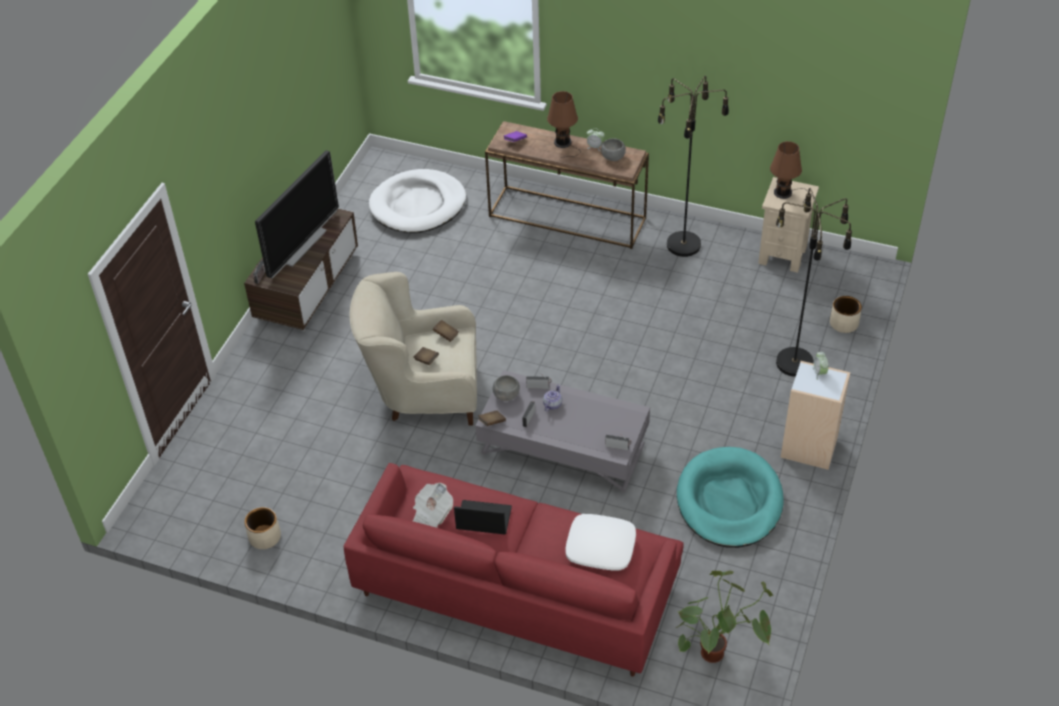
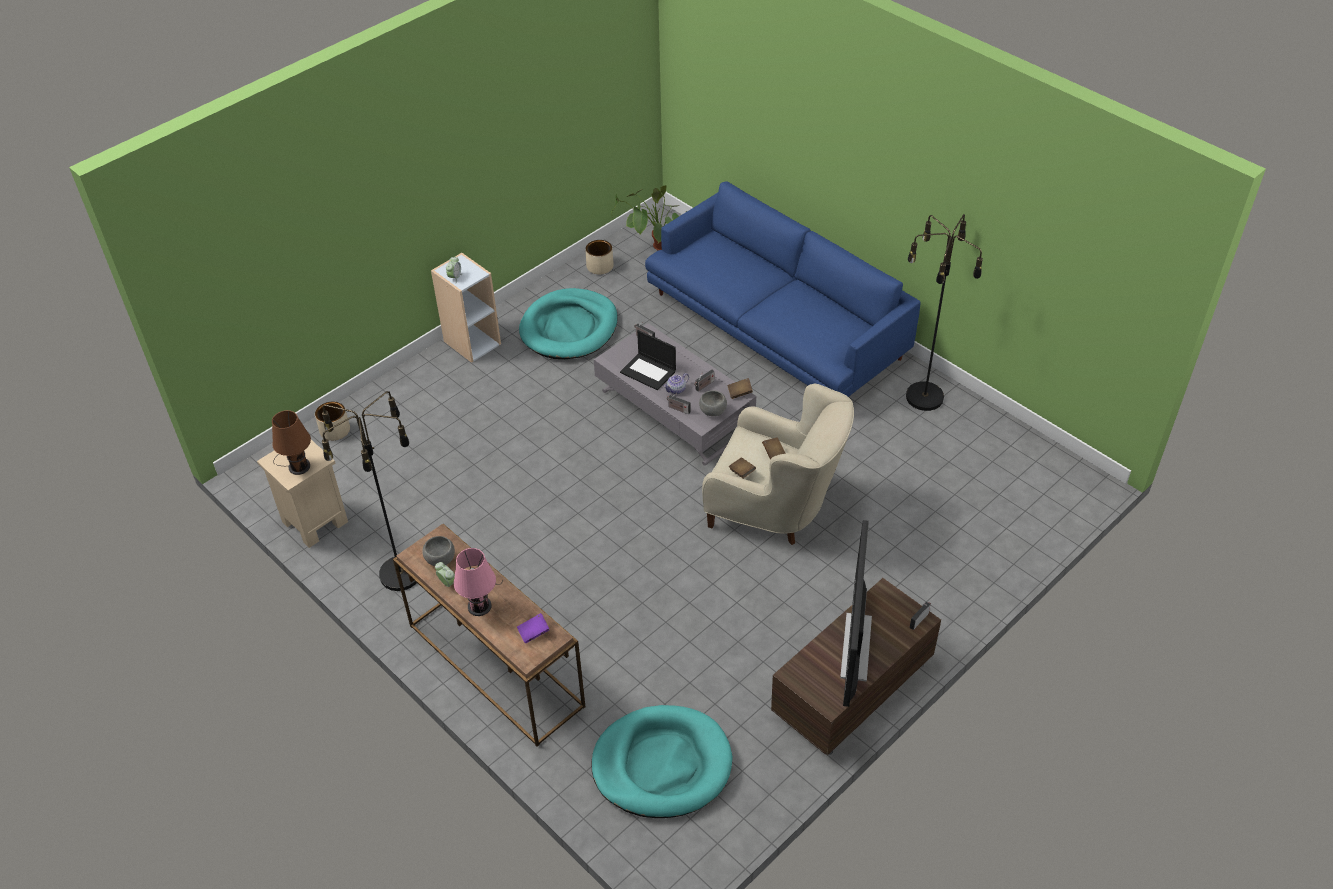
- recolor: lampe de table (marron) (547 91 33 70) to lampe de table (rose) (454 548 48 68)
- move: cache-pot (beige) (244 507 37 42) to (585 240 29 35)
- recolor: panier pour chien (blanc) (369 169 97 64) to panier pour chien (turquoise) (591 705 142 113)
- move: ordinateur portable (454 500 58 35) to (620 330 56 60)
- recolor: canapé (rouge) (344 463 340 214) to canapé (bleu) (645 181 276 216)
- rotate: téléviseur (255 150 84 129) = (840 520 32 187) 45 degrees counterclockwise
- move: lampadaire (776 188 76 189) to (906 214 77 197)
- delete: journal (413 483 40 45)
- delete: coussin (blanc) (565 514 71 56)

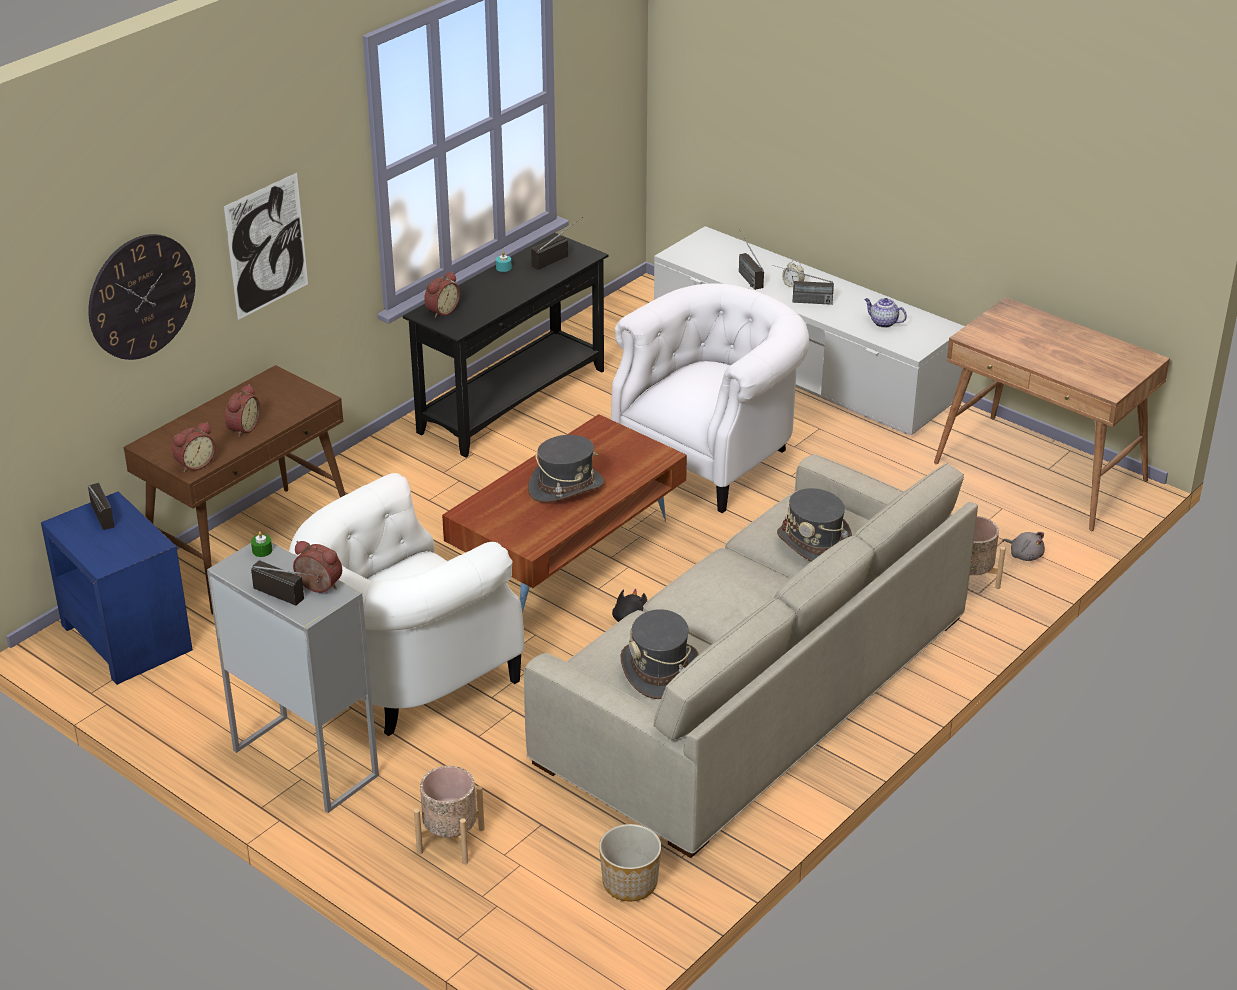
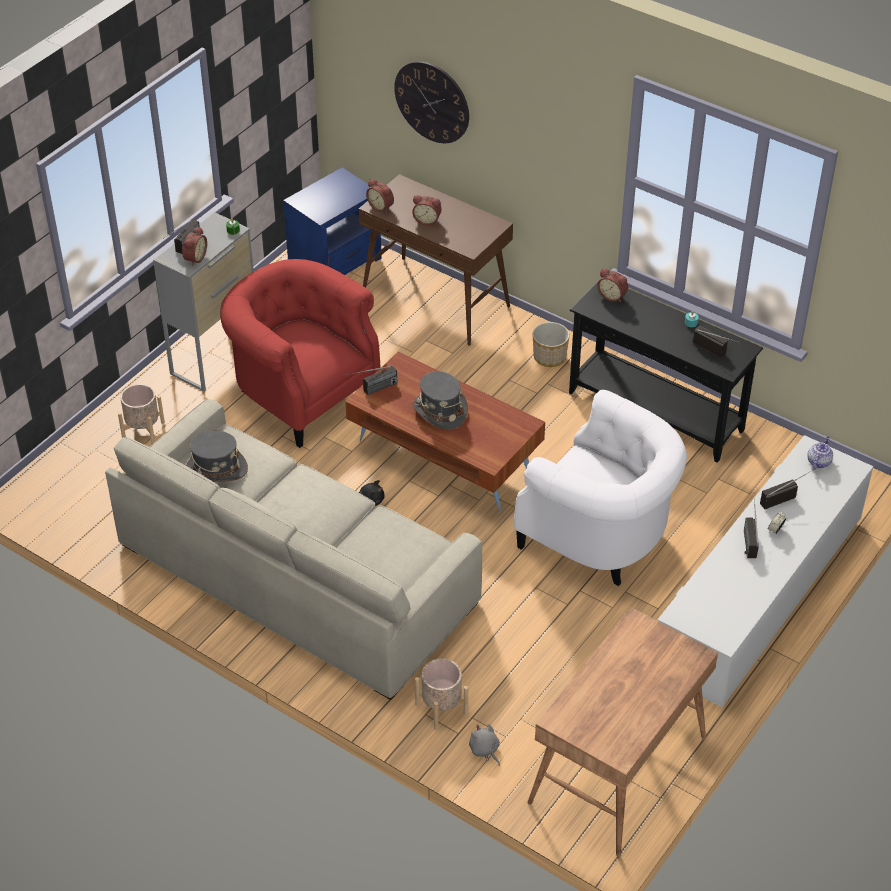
- recolor: fauteuil (blanc) (289 473 235 263) to fauteuil (rouge) (220 259 160 189)
- move: radio (88 483 26 47) to (346 366 51 29)
- rotate: peluche (gris) (1003 532 42 29) = (469 724 31 42) 105 degrees clockwise
- move: cache-pot (599 824 62 77) to (533 322 37 45)
- move: théière (864 298 43 30) to (807 436 26 34)
- delete: tableau (224 173 84 147)
- delete: chapeau (gris) (777 488 75 74)

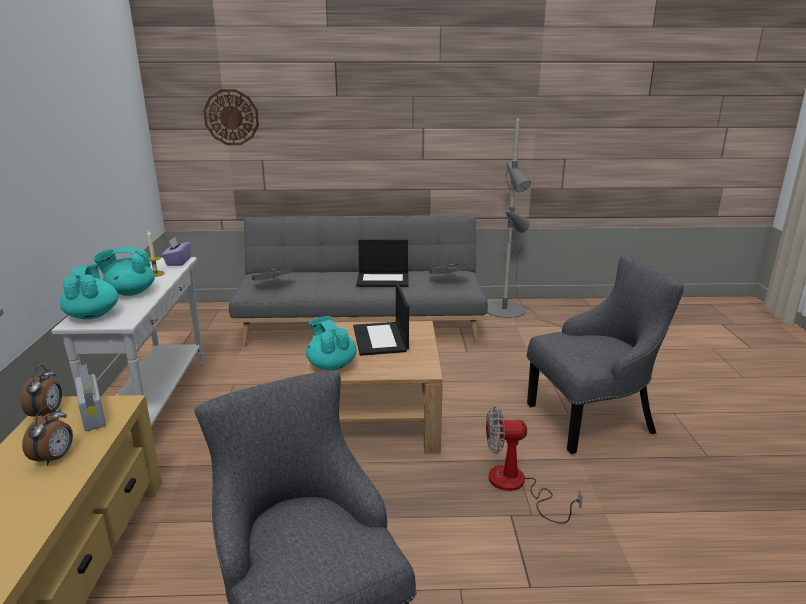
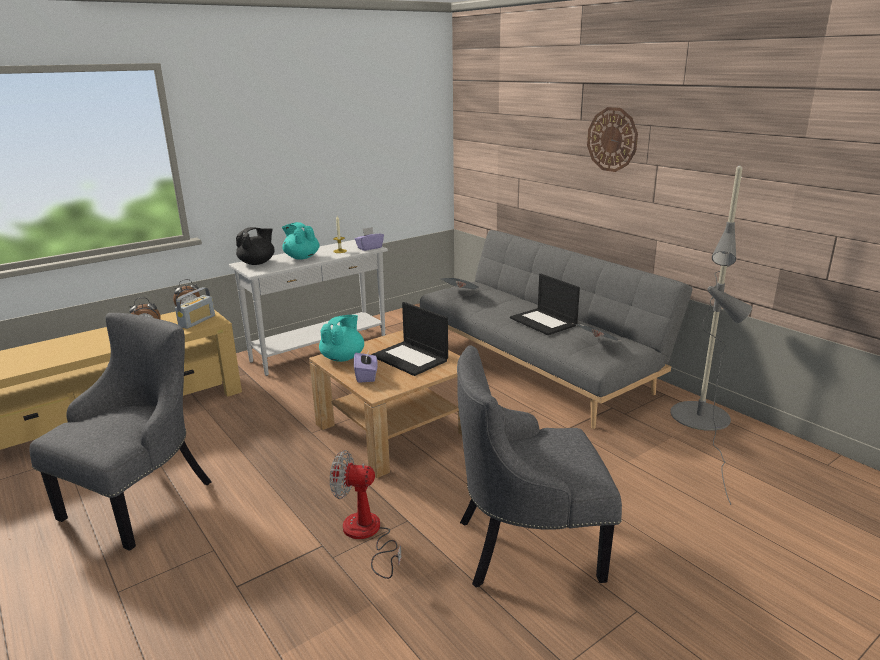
- recolor: théière (turquoise) (60 264 58 55) to théière (noir) (236 227 39 38)
- rotate: ventilateur (486 407 97 117) = (330 450 71 129) 45 degrees counterclockwise
- insert: boîte à mouchoirs (violet) (354 350 23 33)
- rotate: ordinateur portable (353 282 56 74) = (371 302 77 74) 90 degrees counterclockwise
- rotate: fauteuil (gris) (526 254 158 200) = (457 345 165 243) 135 degrees clockwise
- move: horloge murale (203 89 56 56) to (587 107 51 65)

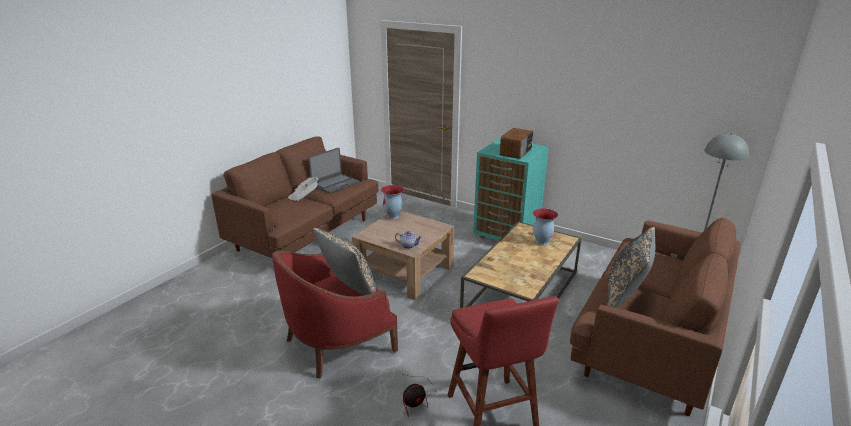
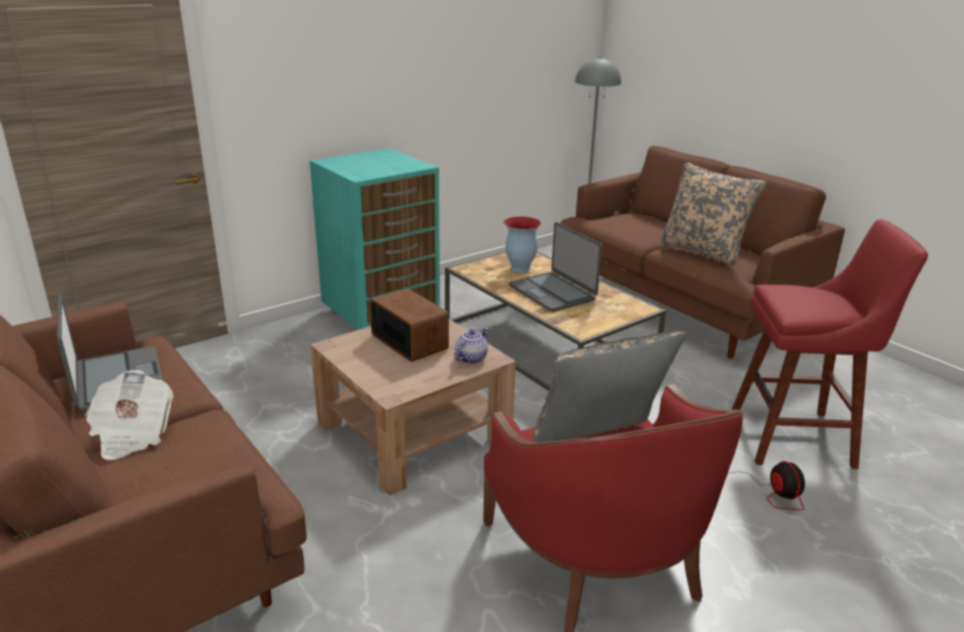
- move: radio (500 128 33 31) to (370 288 79 74)
- insert: ordinateur portable (509 222 93 90)
- delete: vase (381 185 23 35)

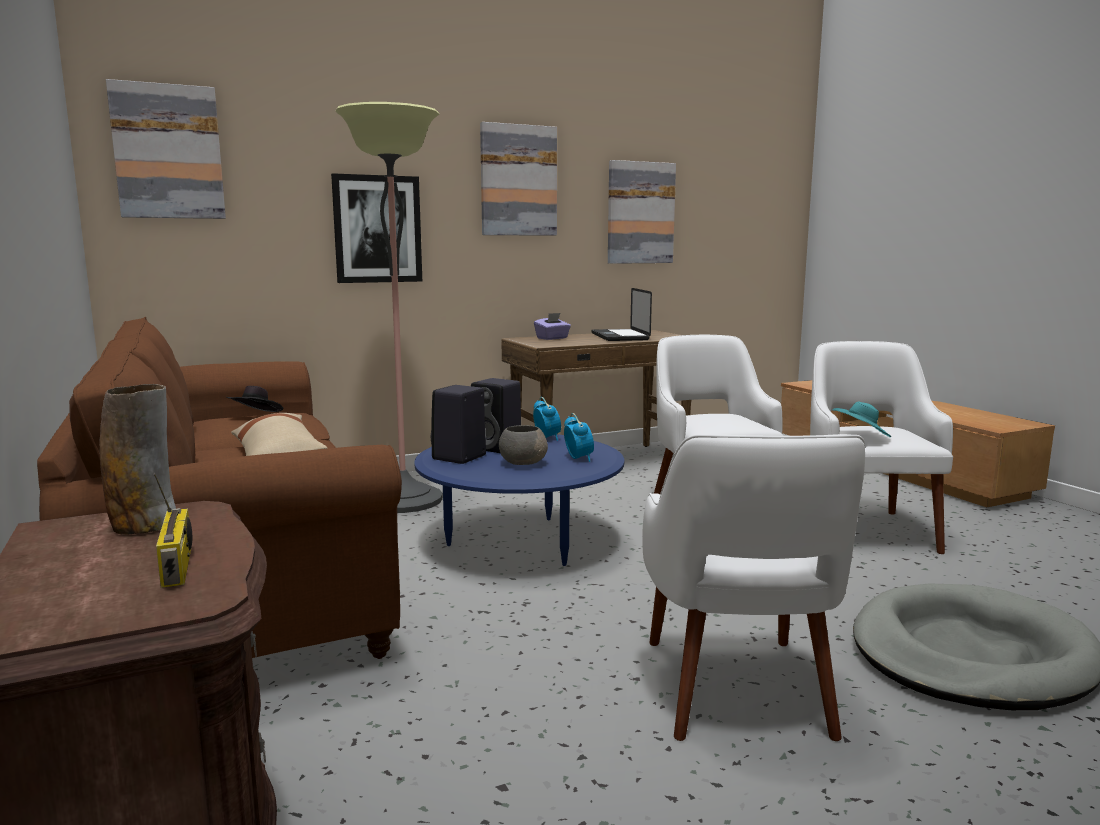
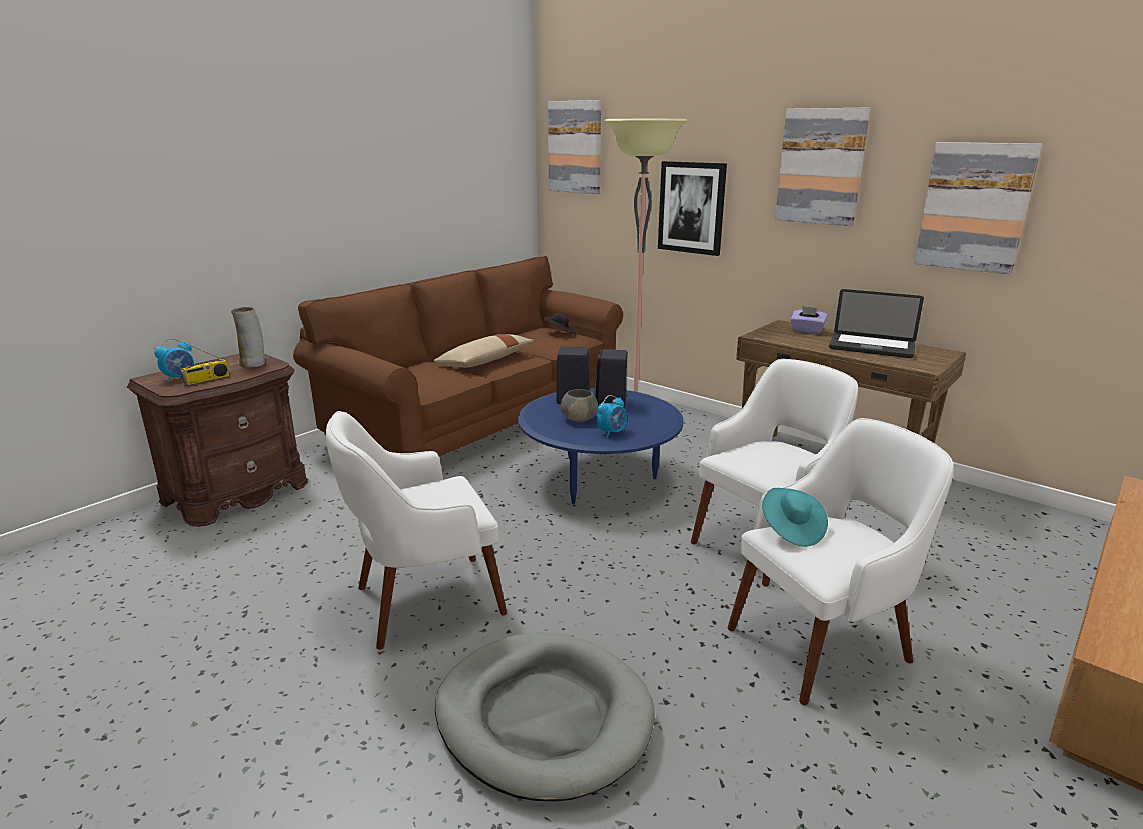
- move: réveil (533 397 28 44) to (154 338 40 45)
- rotate: ordinateur portable (591 288 61 53) = (829 289 95 69) 120 degrees counterclockwise

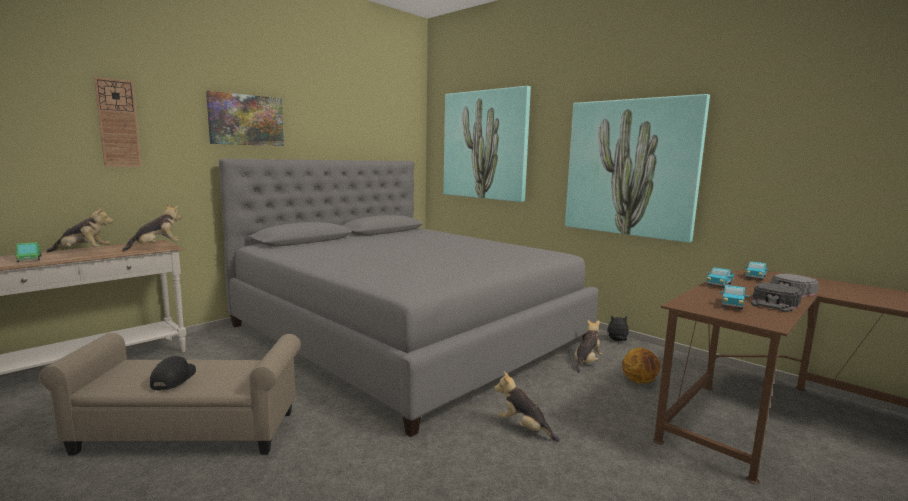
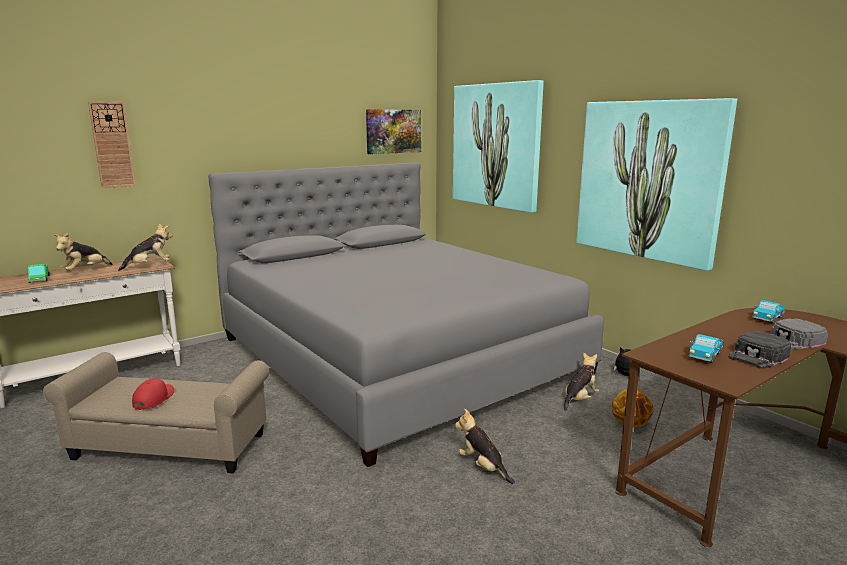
- rotate: peluche (46 207 67 46) = (53 233 59 37) 120 degrees clockwise
- recolor: casquette (noir) (150 356 46 35) to casquette (rouge) (132 378 42 32)
- move: tableau (206 91 78 55) to (366 109 55 45)
- delete: camion jouet (706 267 28 21)

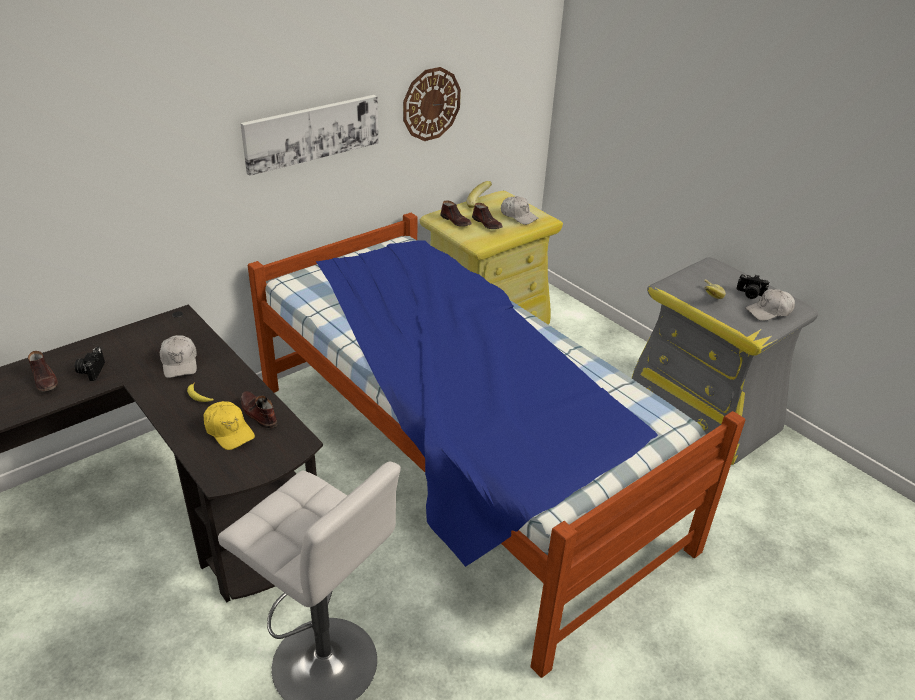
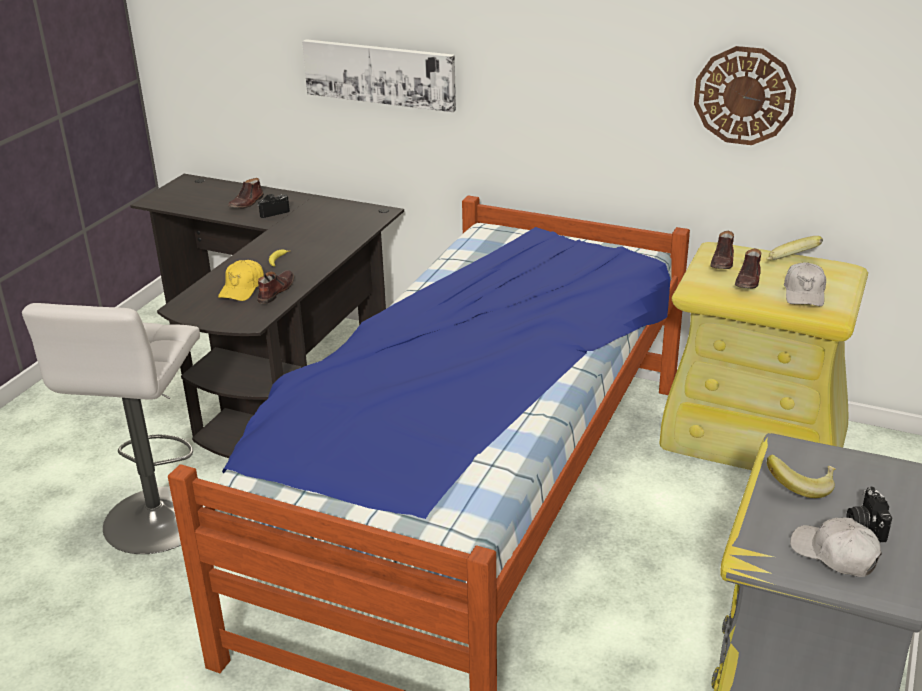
- move: tableau (240 95 138 81) to (302 39 154 73)
- delete: casquette (blanc) (160 335 37 43)

